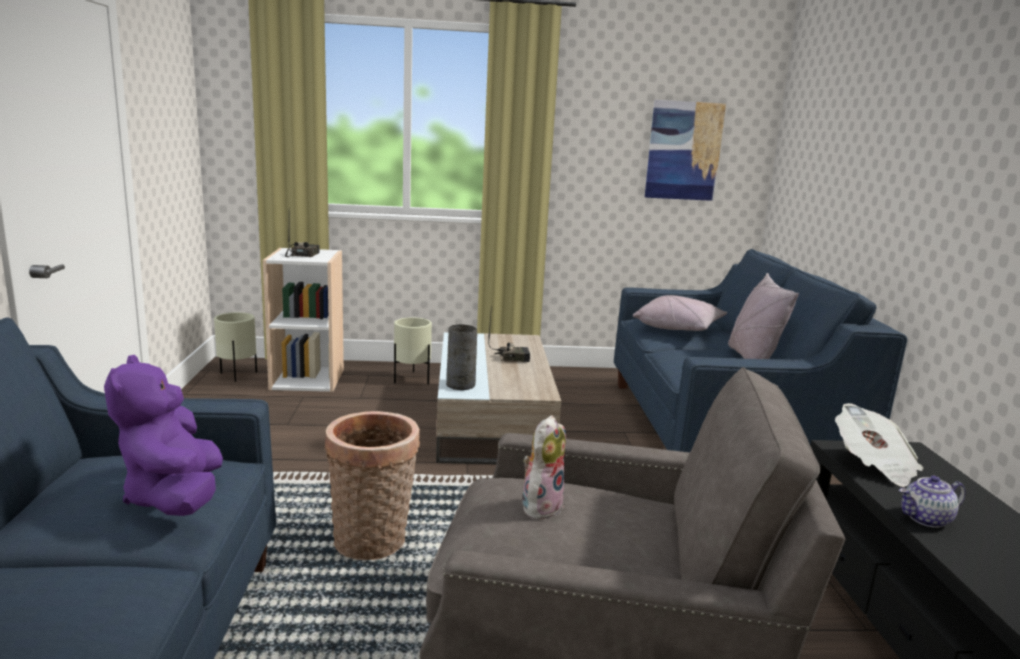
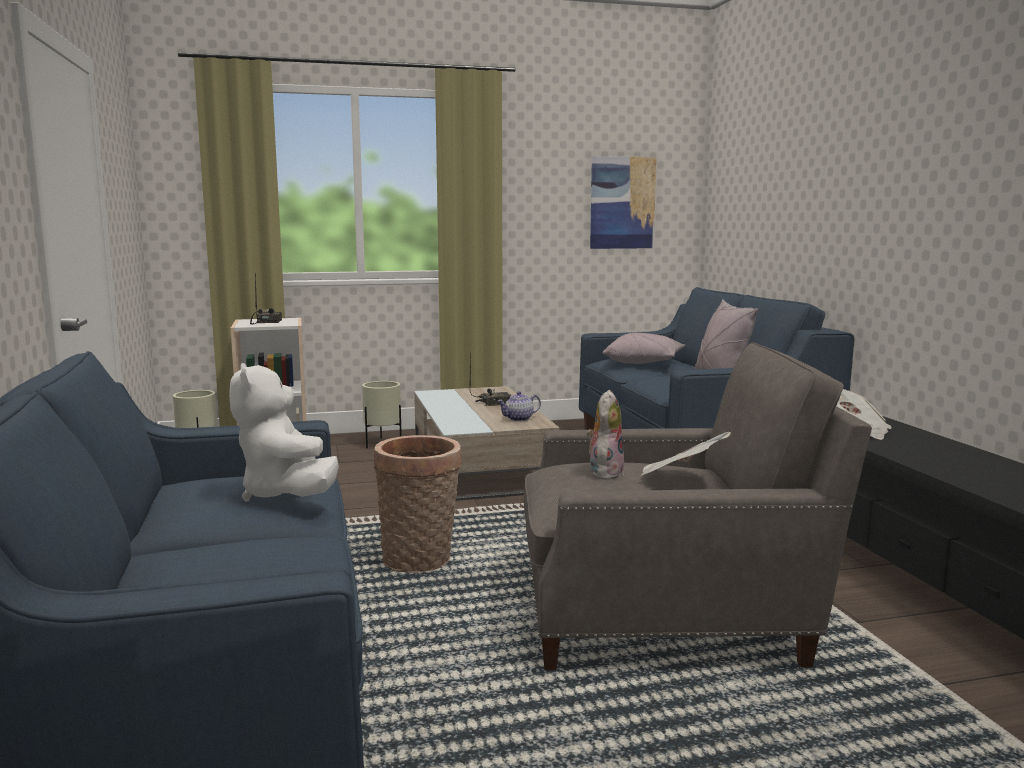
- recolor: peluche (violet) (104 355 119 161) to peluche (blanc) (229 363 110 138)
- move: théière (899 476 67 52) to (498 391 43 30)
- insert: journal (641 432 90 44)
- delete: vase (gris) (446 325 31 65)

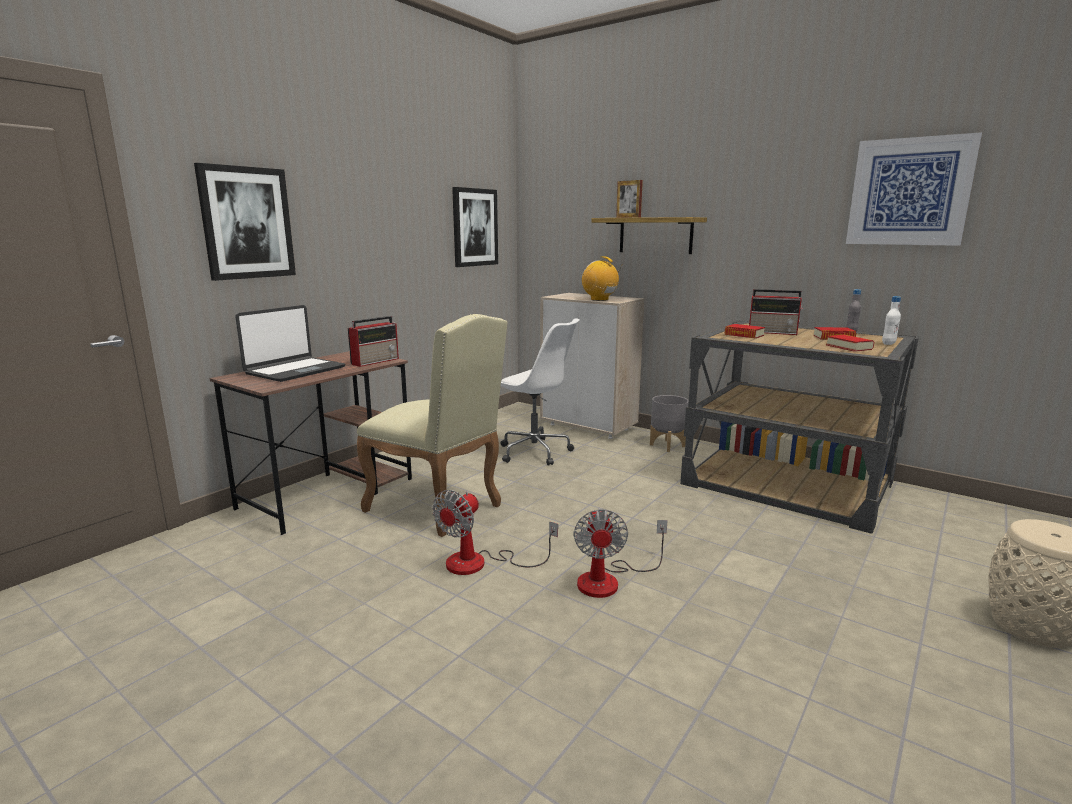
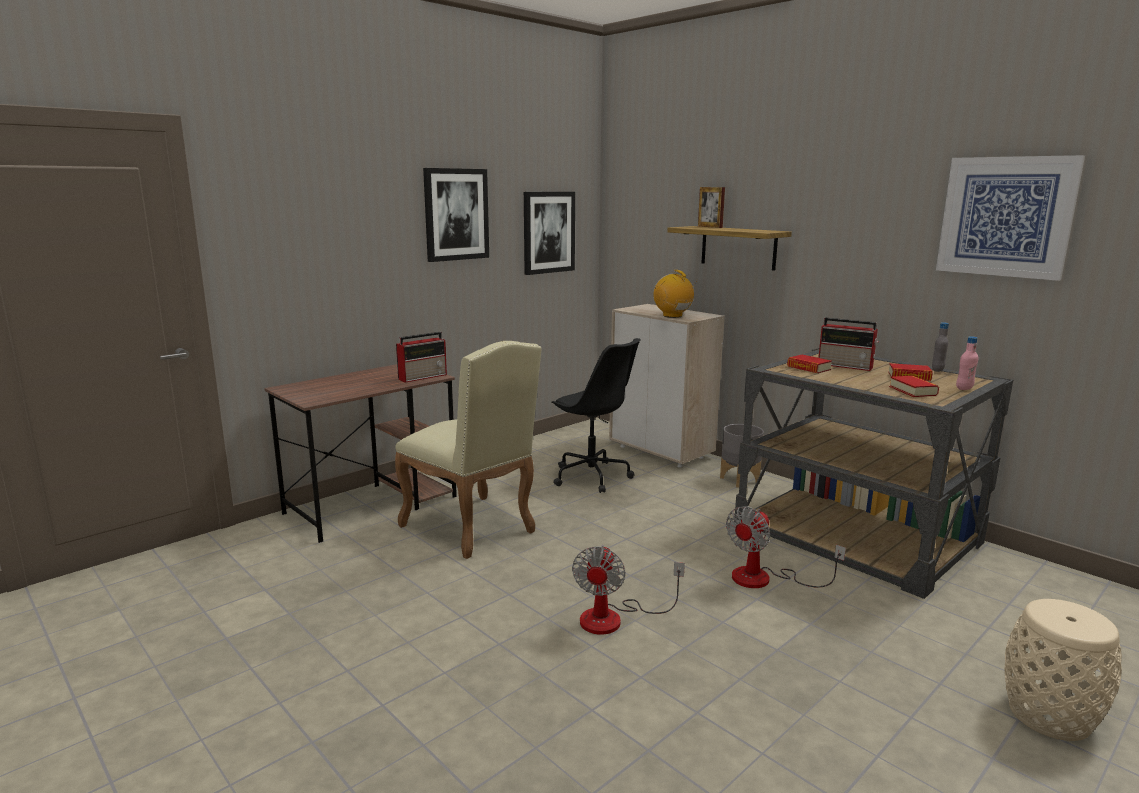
- move: tableau (194 163 102 118) to (423 168 66 94)
- recolor: chaise de bureau (blanc) (500 318 80 148) to chaise de bureau (noir) (552 338 89 155)
- move: ventilateur (432 490 126 85) to (726 506 120 82)
- recolor: bouteille (blanc) (882 296 19 49) to bouteille (rose) (956 336 22 54)
- delete: ordinateur portable (235 305 110 77)

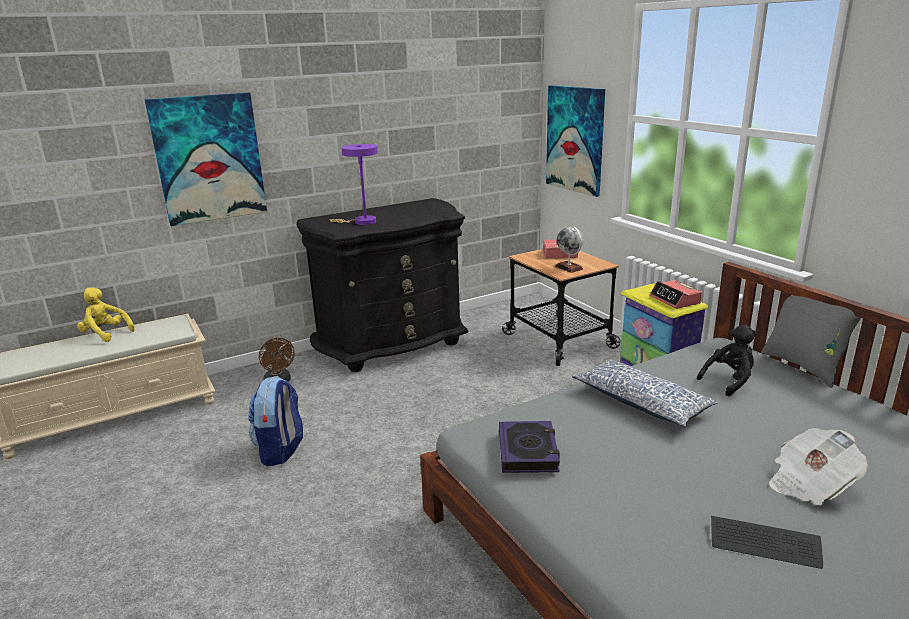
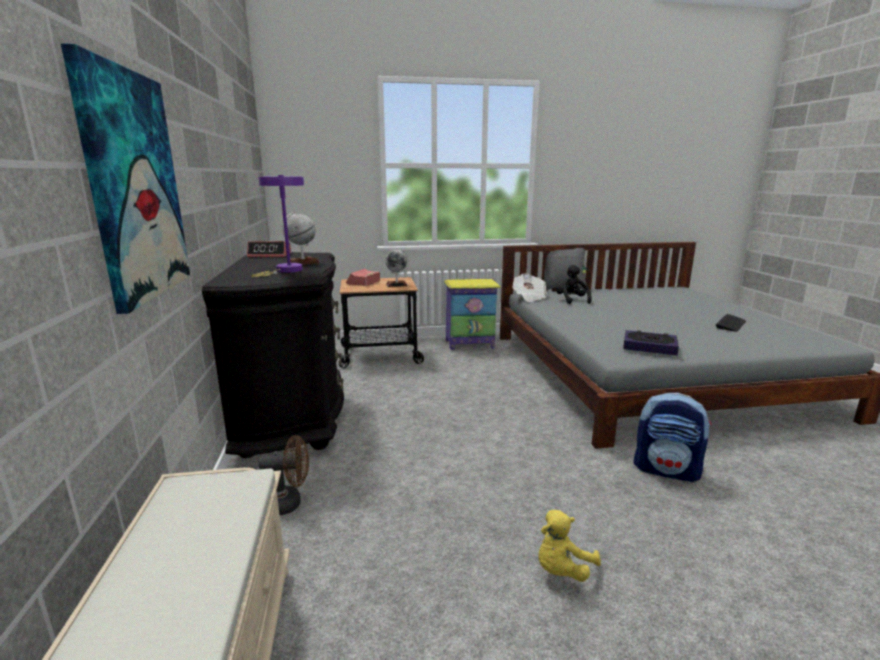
- move: réveil (650 280 52 29) to (247 241 44 16)
- insert: globe (282 212 38 53)
- move: journal (769 428 98 77) to (512 273 35 29)
- move: peluche (jaune) (77 287 58 55) to (538 510 63 72)
- move: sac à dos (248 376 55 90) to (634 393 77 90)
- delete: tableau (546 85 59 112)
- delete: coussin (572 359 147 69)

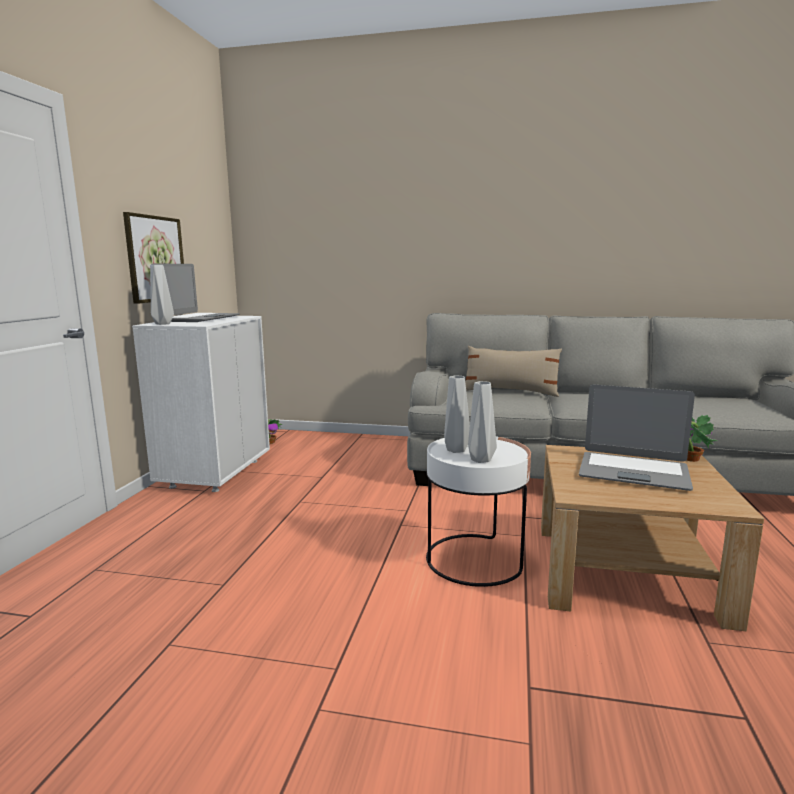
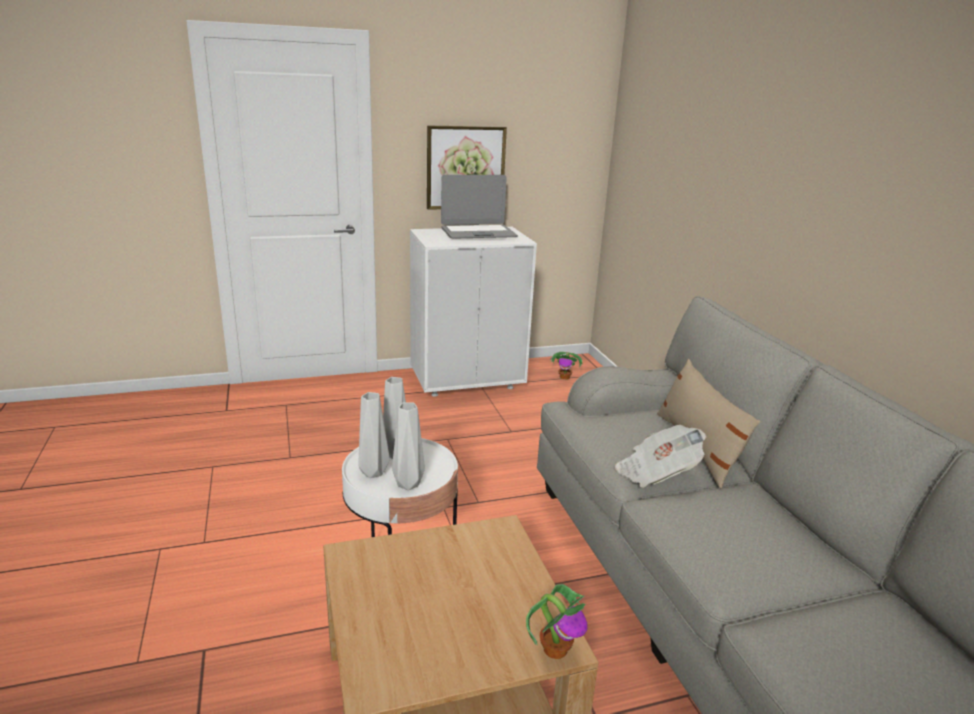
- move: vase (gris) (150 265 24 60) to (392 402 33 88)
- insert: journal (615 425 92 63)
- delete: ordinateur portable (579 384 116 107)

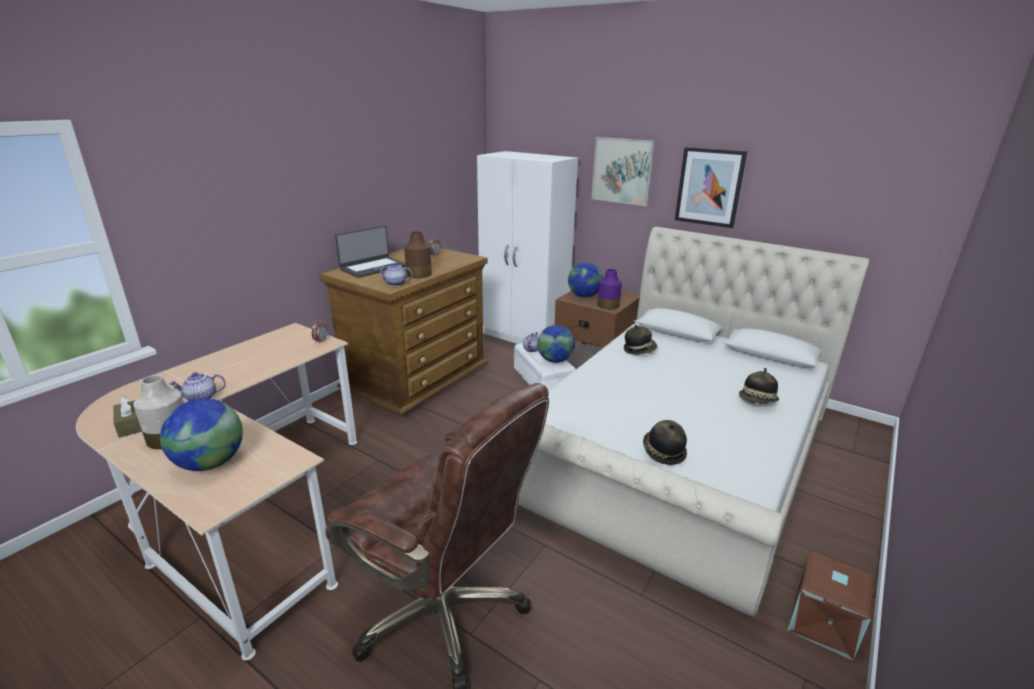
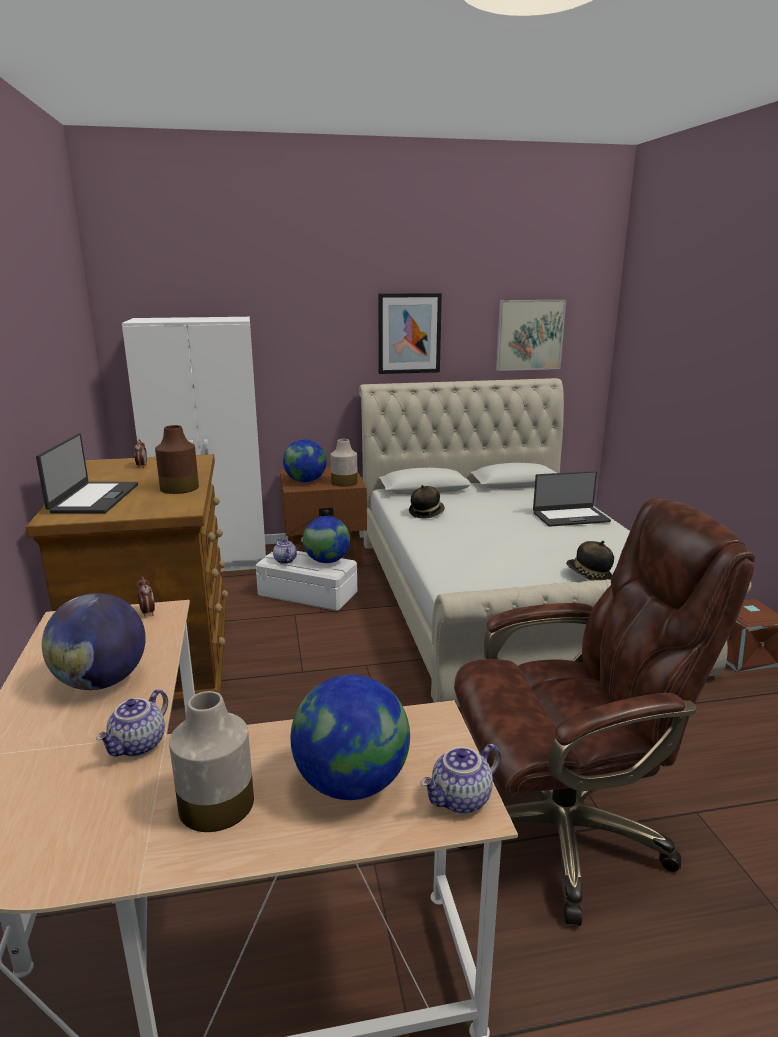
- insert: globe (42 593 104 97)
- recolor: vase (violet) (597 269 25 40) to vase (beige) (331 439 27 48)
- move: théière (377 263 36 23) to (421 744 80 70)
- move: tableau (591 137 64 69) to (496 300 70 71)
- replace: chapeau (739 368 40 36) to ordinateur portable (533 471 78 56)
- delete: boîte à mouchoirs (marron) (113 396 29 42)

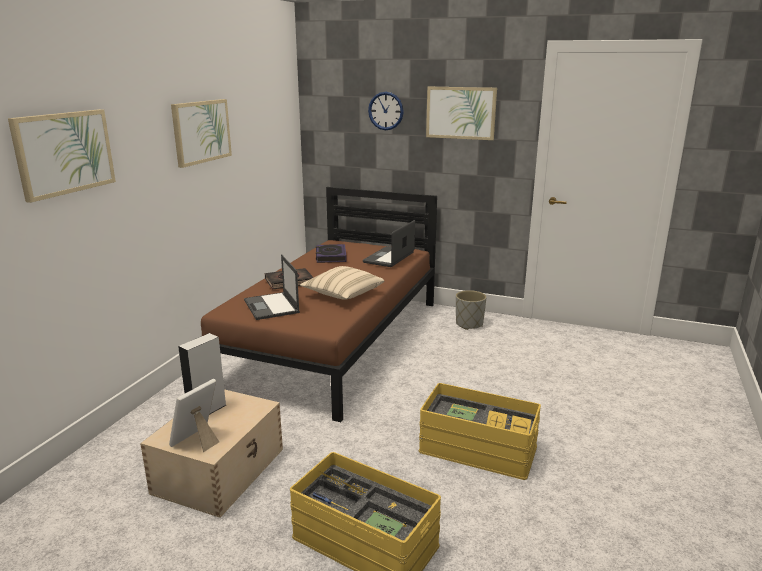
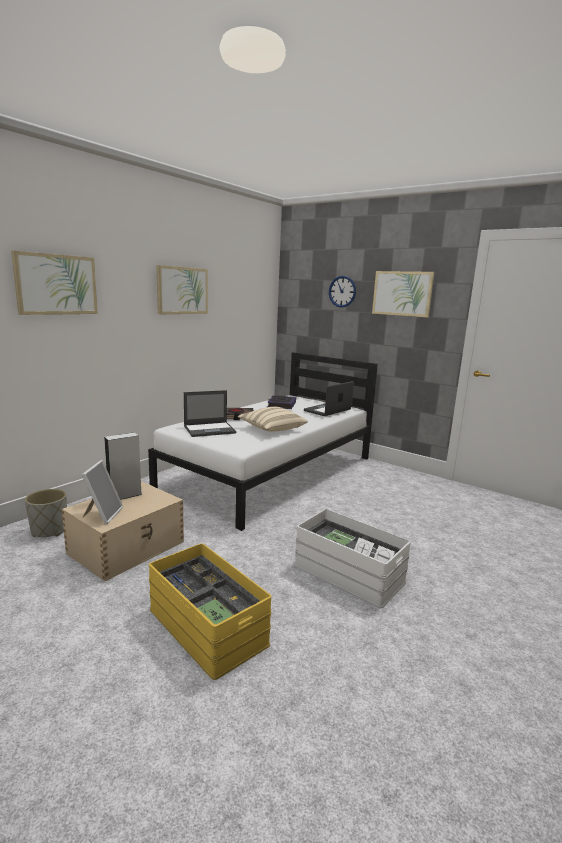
- move: cache-pot (gris) (456 290 31 40) to (25 489 42 48)
- rotate: cadre photo (169 379 50 73) = (82 460 41 65) 135 degrees clockwise
- recolor: lit (marron) (201 187 236 235) to lit (blanc) (148 352 230 179)
- rotate: ordinateur portable (244 254 56 66) = (184 390 53 47) 105 degrees counterclockwise
- recolor: boîte de rangement (jaune) (419 383 122 97) to boîte de rangement (blanc) (294 509 117 99)

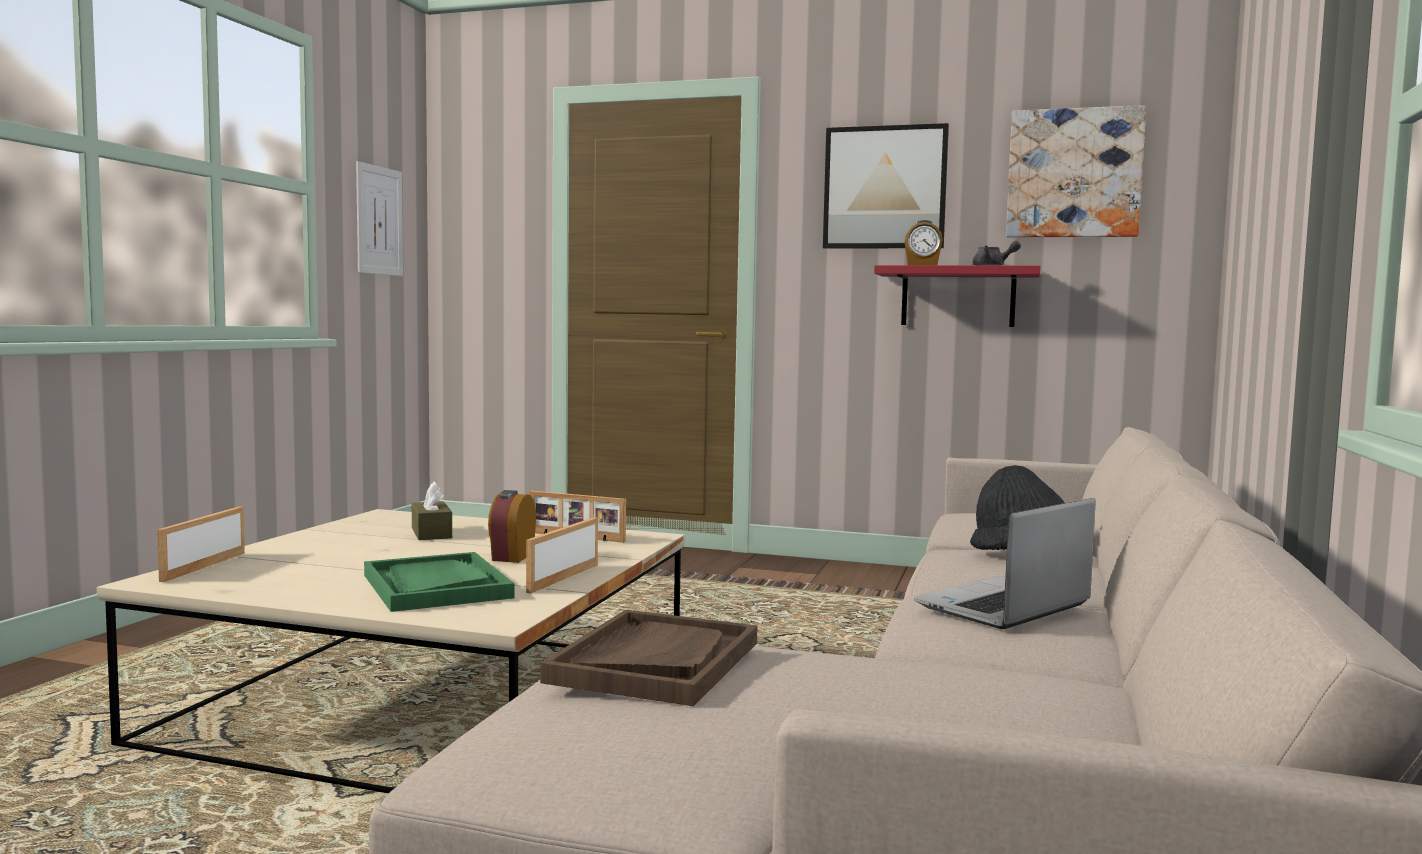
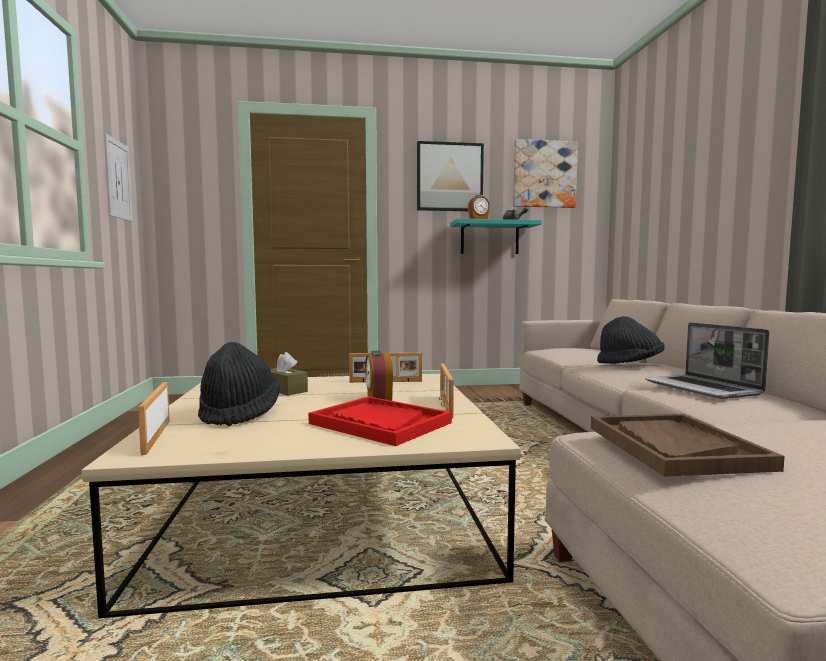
- insert: chapeau (noir) (198 342 82 84)
- recolor: plateau (vert) (364 552 150 60) to plateau (rouge) (308 396 144 50)
- recolor: étagère (rouge) (874 265 167 62) to étagère (turquoise) (450 219 92 35)
- rotate: ordinateur portable (914 498 182 131) = (645 322 125 77) 45 degrees counterclockwise

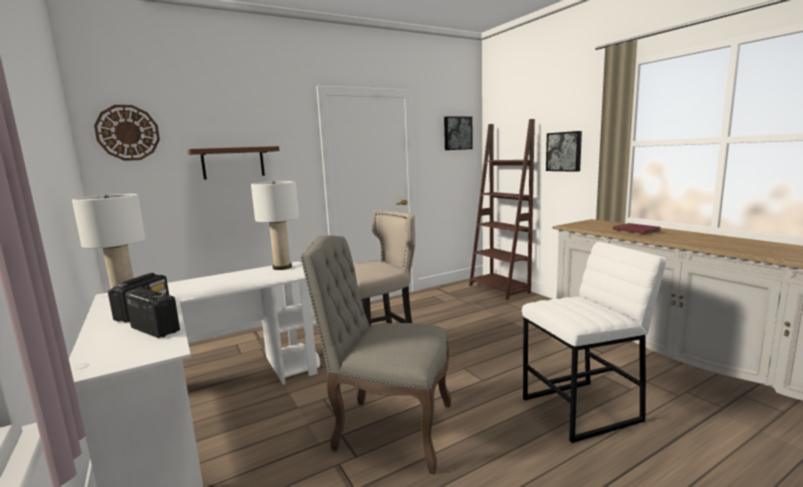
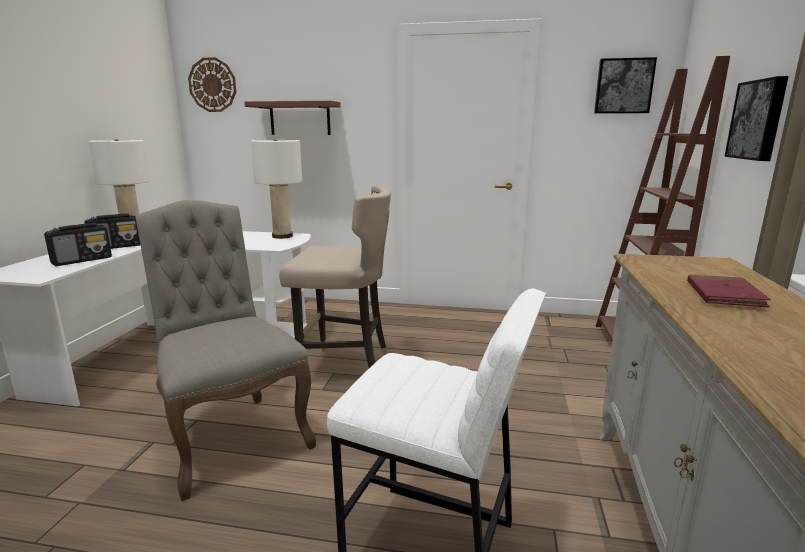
- rotate: radio (125 288 55 50) = (44 223 68 43) 60 degrees clockwise

